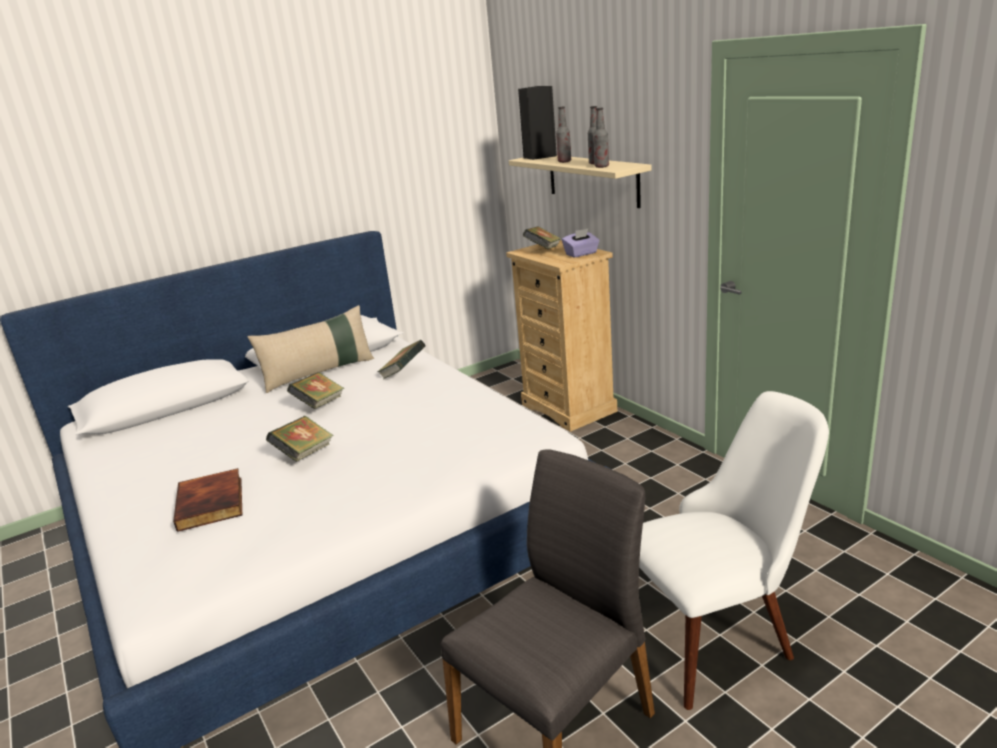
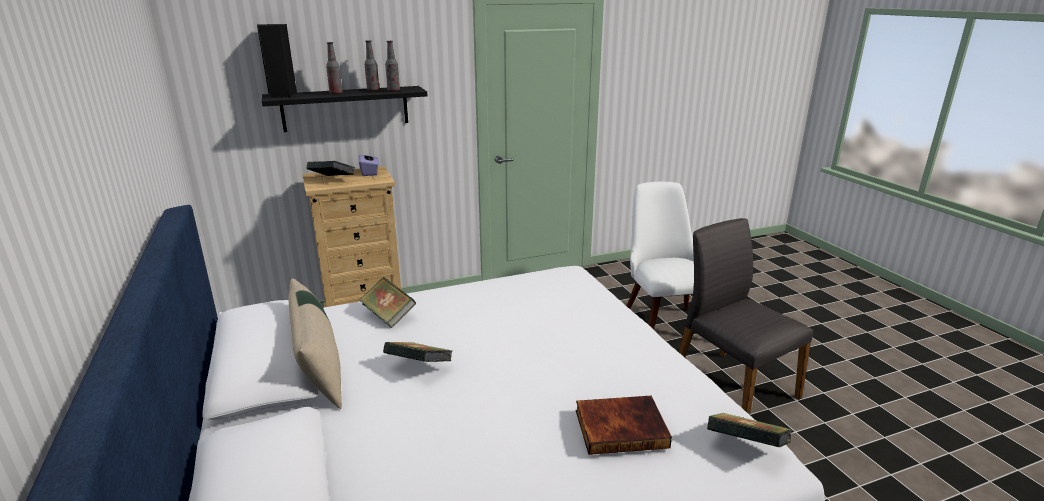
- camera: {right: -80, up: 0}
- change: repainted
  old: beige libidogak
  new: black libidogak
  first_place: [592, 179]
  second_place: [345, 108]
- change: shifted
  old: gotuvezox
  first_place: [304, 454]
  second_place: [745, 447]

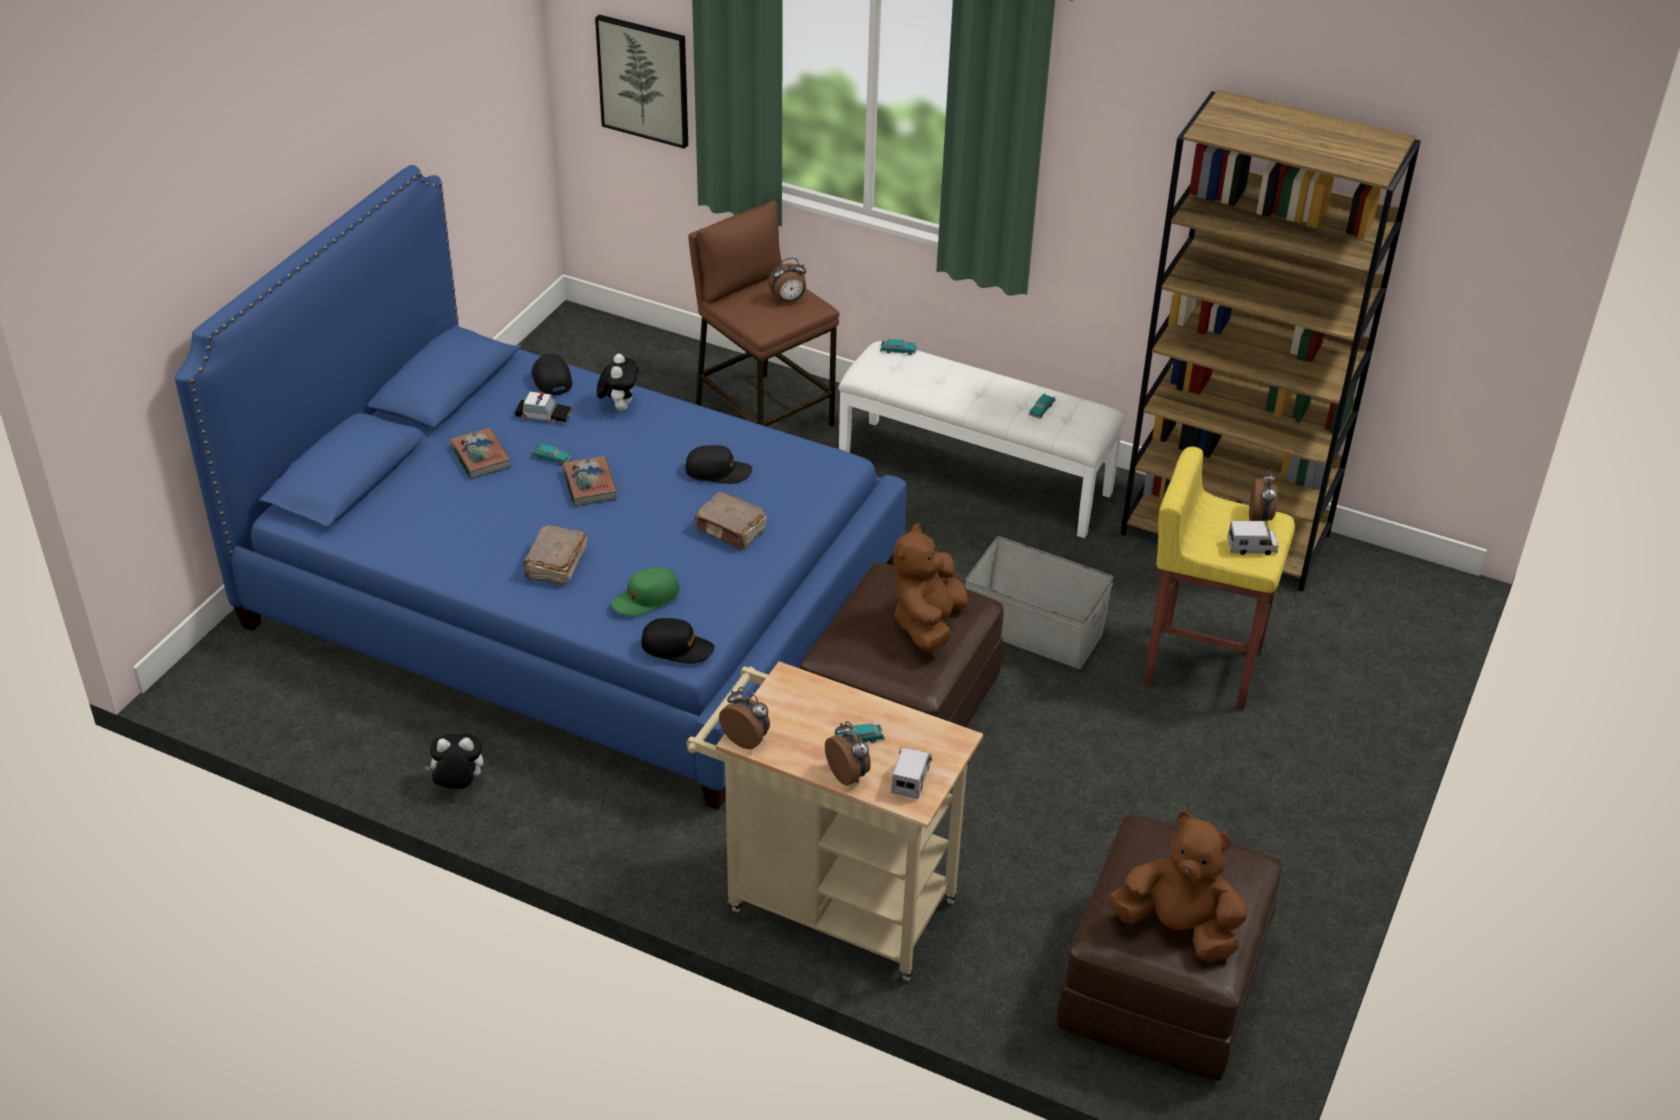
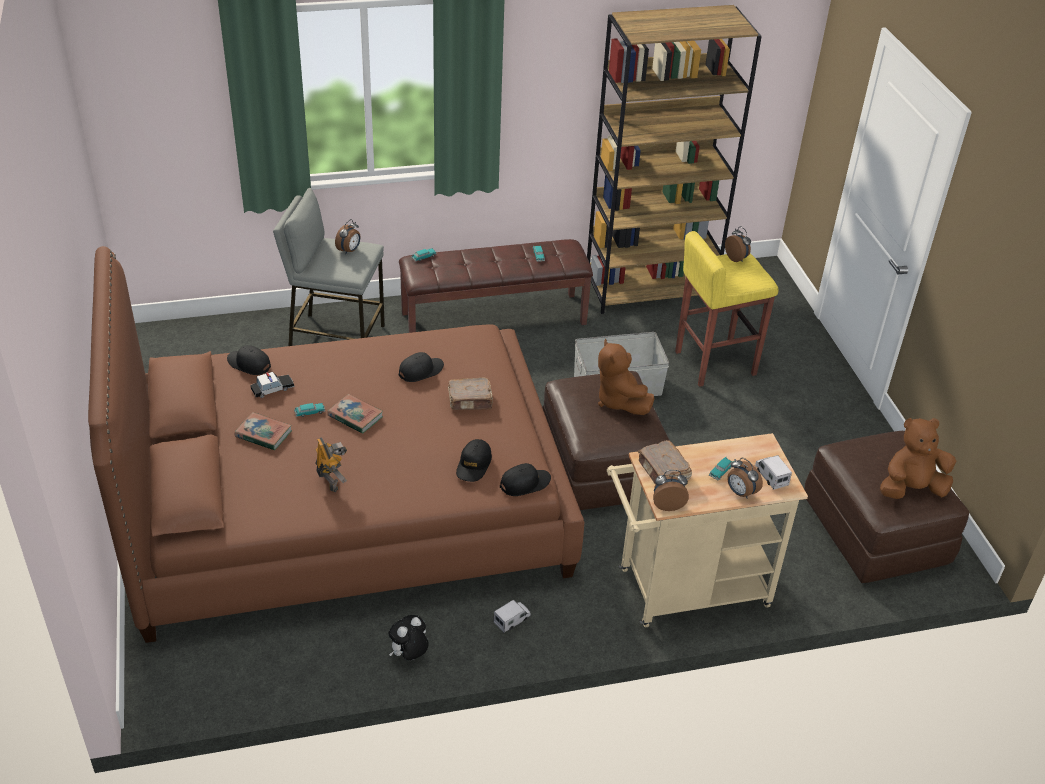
- camera: {right: -40, up: 0}
- change: gone
  old: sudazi
  first_place: [644, 80]
- change: repainted
  old: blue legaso
  new: brown legaso
  first_place: [572, 595]
  second_place: [344, 502]
- change: repainted
  old: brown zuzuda
  new: grey zuzuda
  first_place: [763, 415]
  second_place: [336, 338]
- change: repainted
  old: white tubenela
  new: brown tubenela
  first_place: [975, 476]
  second_place: [494, 317]
- change: gone
  old: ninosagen
  first_place: [619, 406]
- change: shifted
  old: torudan
  first_place: [1252, 547]
  second_place: [512, 620]
- change: shifted
  old: brown gotuvezox
  first_place: [555, 565]
  second_place: [663, 472]
- change: repainted
  old: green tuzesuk
  new: black tuzesuk
  first_place: [645, 599]
  second_place: [474, 465]
- change: rotated
  old: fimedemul
  first_place: [848, 774]
  second_place: [740, 493]
  degrees: -150
- change: new
  new: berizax
  second_place: [331, 480]

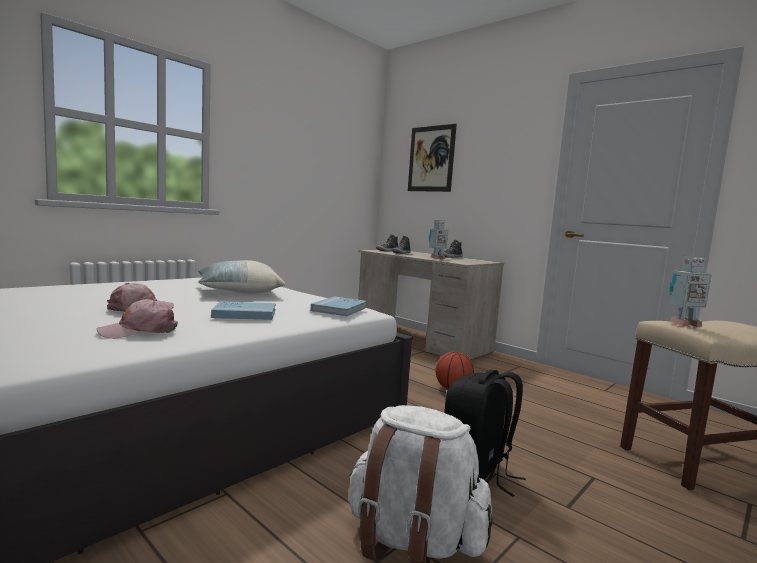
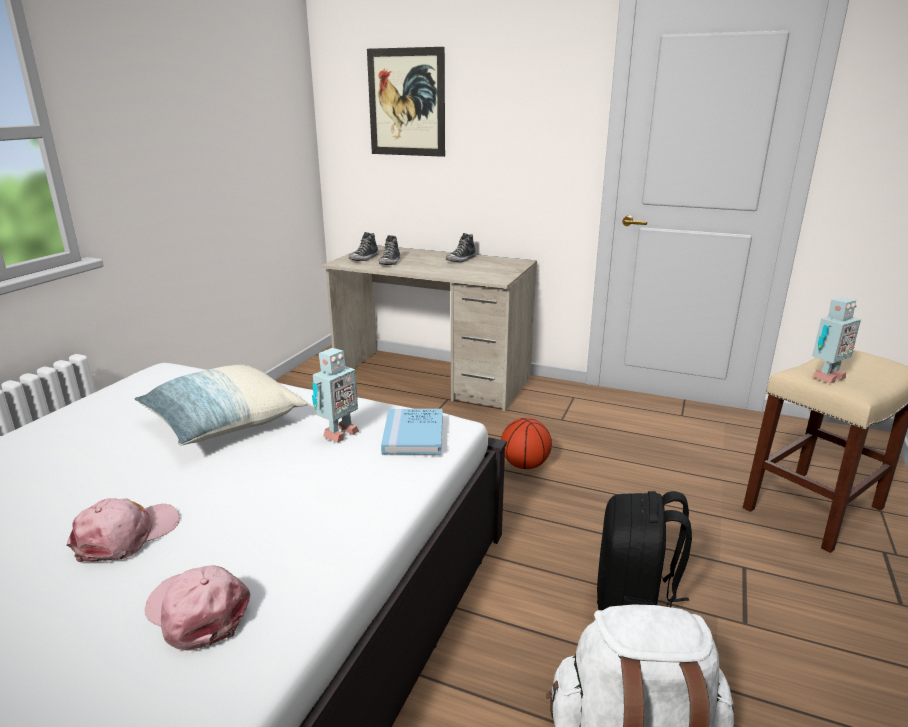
- camera: {right: -20, up: 15}
- change: shifted
  old: berizax
  first_place: [436, 258]
  second_place: [338, 434]
- change: rotated
  old: pink tuzesuk
  first_place: [139, 331]
  second_place: [197, 612]
  degrees: 90
- change: gone
  old: blue gotuvezox
  first_place: [244, 314]

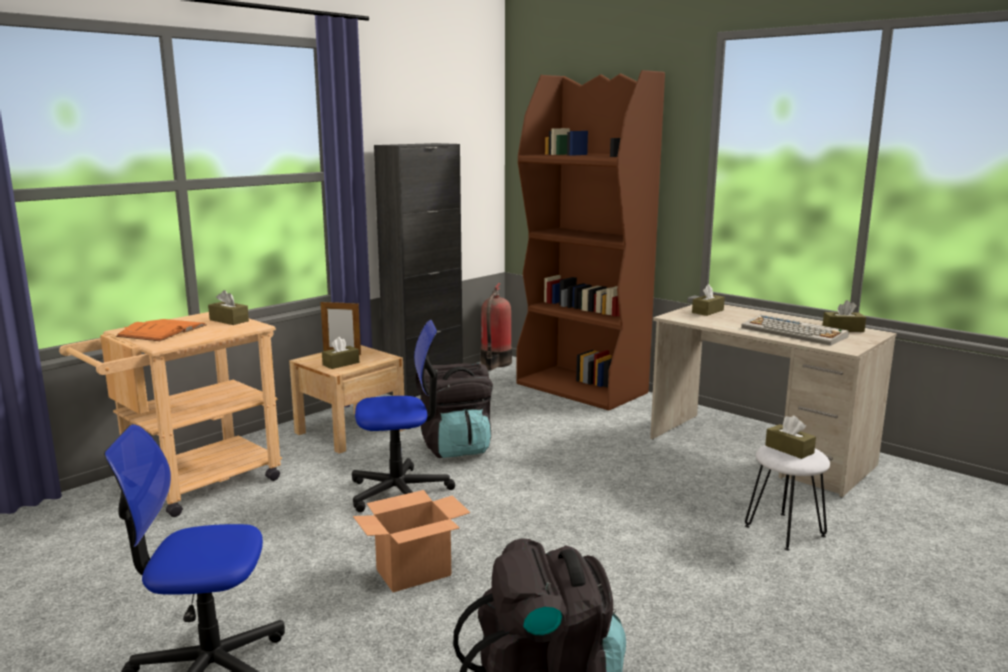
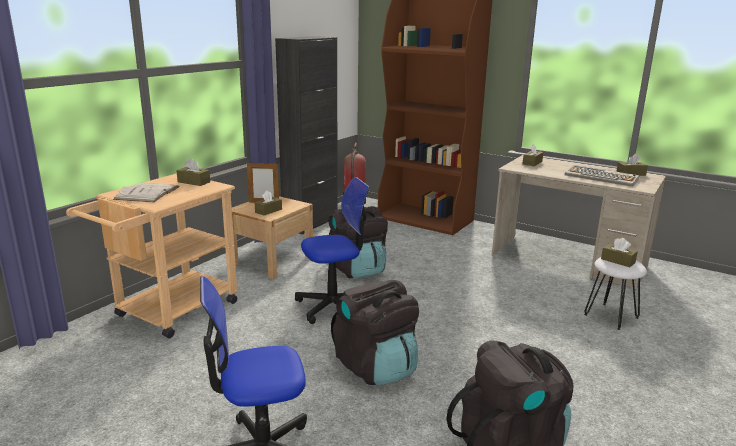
- camera: {right: -10, up: 5}
- change: repainted
  old: orange gotuvezox
  new: white gotuvezox
  first_place: [162, 331]
  second_place: [147, 193]
- change: swapped
  old: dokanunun
  new: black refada
  first_place: [414, 572]
  second_place: [375, 367]

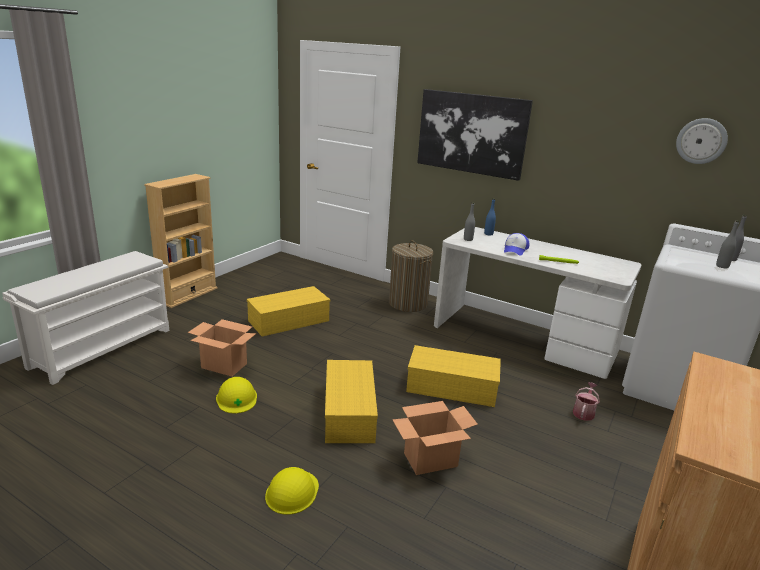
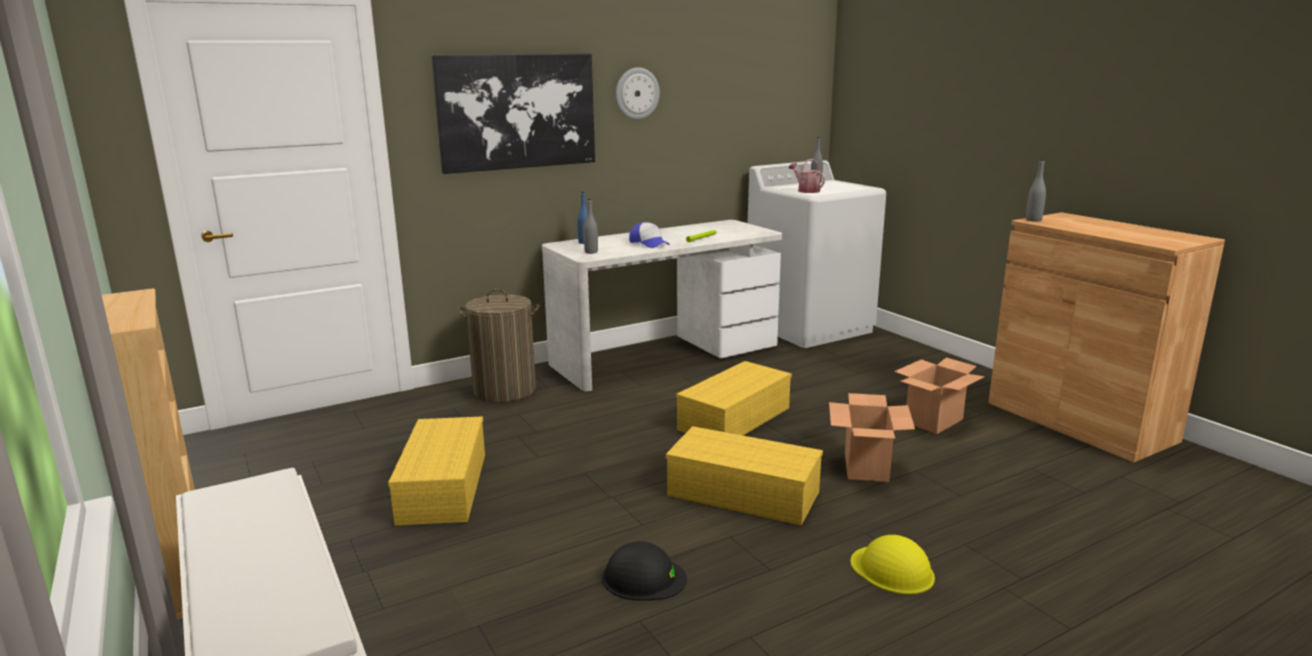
- camera: {right: -60, up: -5}
- change: shifted
  old: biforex
  first_place: [701, 141]
  second_place: [637, 93]
- change: shifted
  old: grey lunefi
  first_place: [722, 266]
  second_place: [1033, 220]
- change: shifted
  old: dokanunun
  first_place: [223, 366]
  second_place: [933, 421]
- change: repainted
  old: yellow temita
  new: black temita
  first_place: [236, 398]
  second_place: [643, 578]
- change: shifted
  old: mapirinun
  first_place: [584, 412]
  second_place: [806, 190]

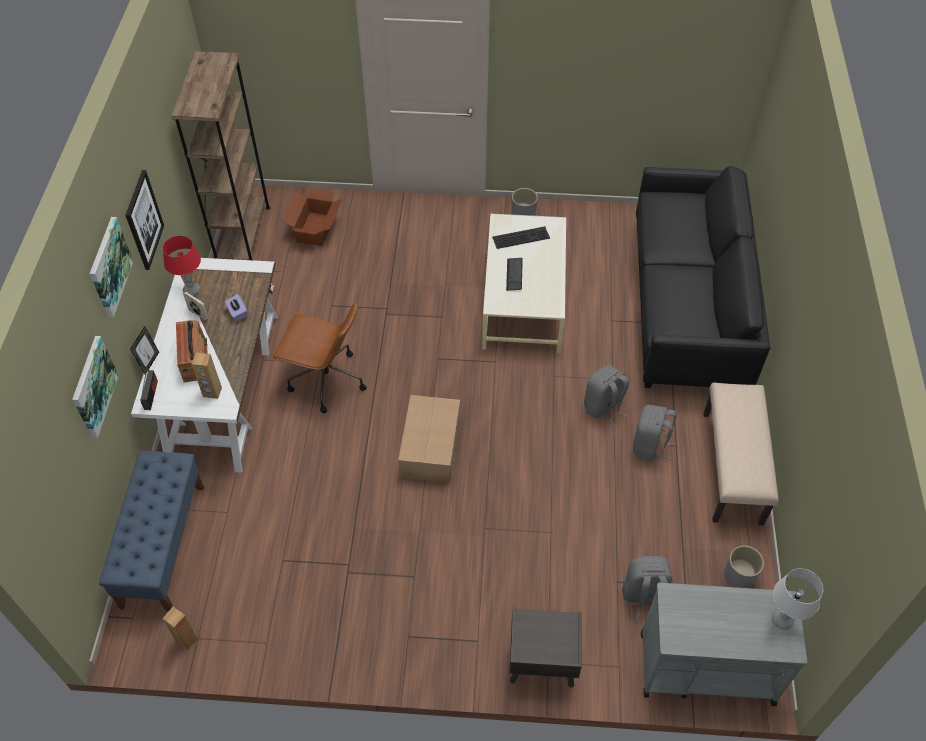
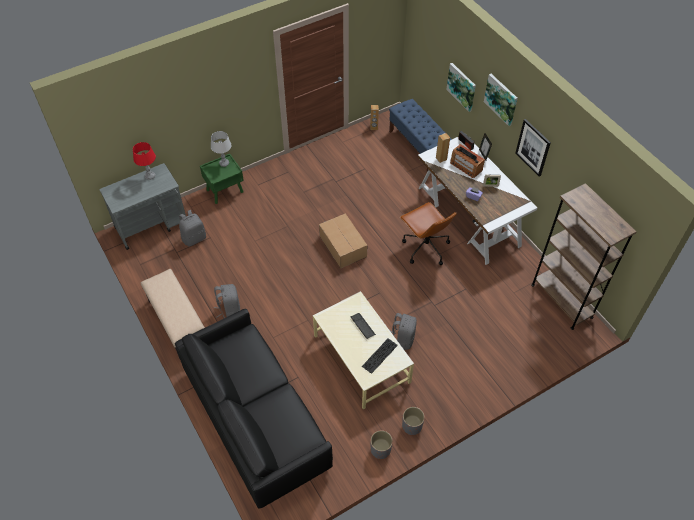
- camera: {right: 145, up: 0}
- change: gone
  old: dokanunun
  first_place: [316, 229]
- change: shifted
  old: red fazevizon
  first_place: [191, 290]
  second_place: [150, 176]
- change: rotated
  old: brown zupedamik
  first_place: [325, 380]
  second_place: [425, 248]
  degrees: -105
- change: shifted
  old: grey refada
  first_place: [603, 407]
  second_place: [402, 339]
- change: shifted
  old: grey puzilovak
  first_place: [739, 576]
  second_place: [380, 449]
- change: shifted
  old: grey fazevizon
  first_place: [782, 619]
  second_place: [224, 163]
- change: repainted
  old: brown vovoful
  new: green vovoful
  first_place: [541, 663]
  second_place: [225, 191]

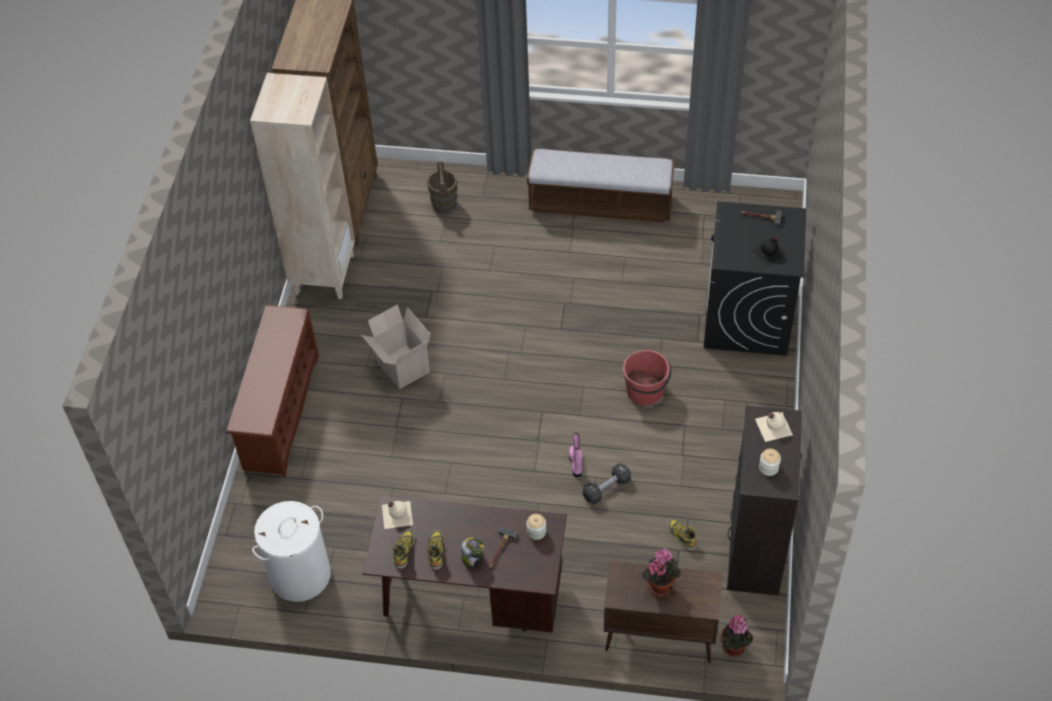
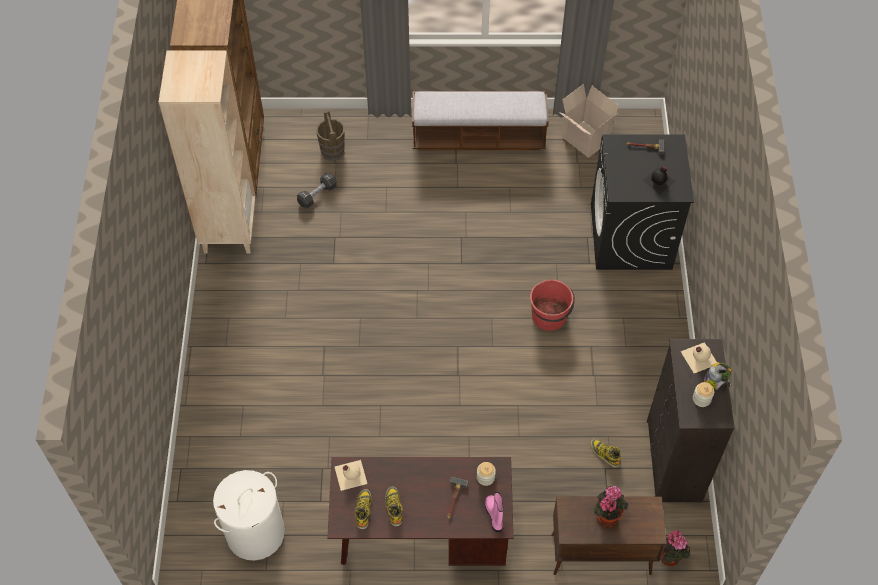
- camera: {right: -10, up: 5}
- change: shifted
  old: dokanunun
  first_place: [401, 367]
  second_place: [584, 139]
- change: gone
  old: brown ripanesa
  first_place: [280, 412]
- change: shifted
  old: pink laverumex
  first_place: [576, 463]
  second_place: [494, 516]
- change: shifted
  old: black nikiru
  first_place: [606, 488]
  second_place: [317, 195]
- change: shifted
  old: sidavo
  first_place: [473, 558]
  second_place: [715, 381]

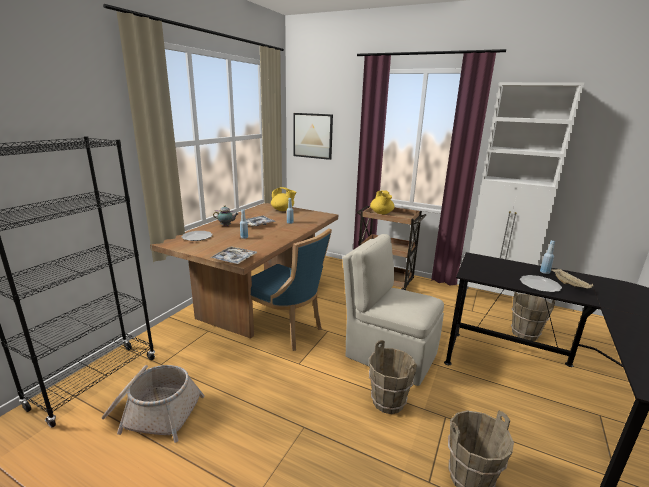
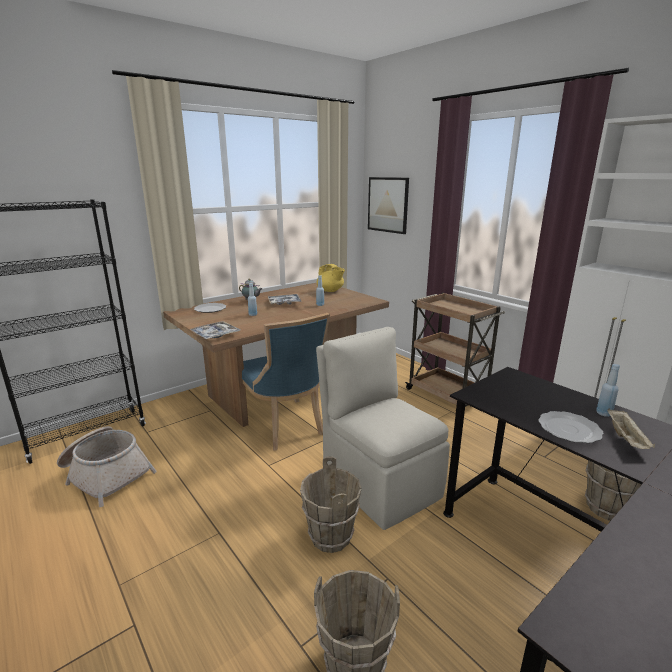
- camera: {right: 25, up: 0}
- change: gone
  old: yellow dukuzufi
  first_place: [381, 213]

